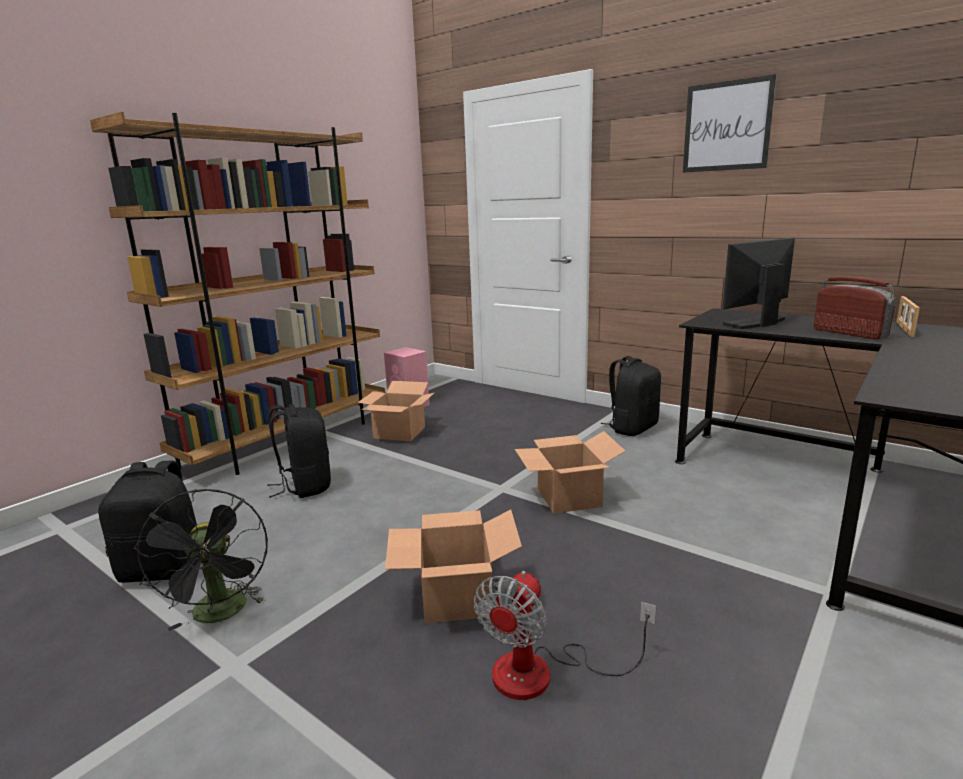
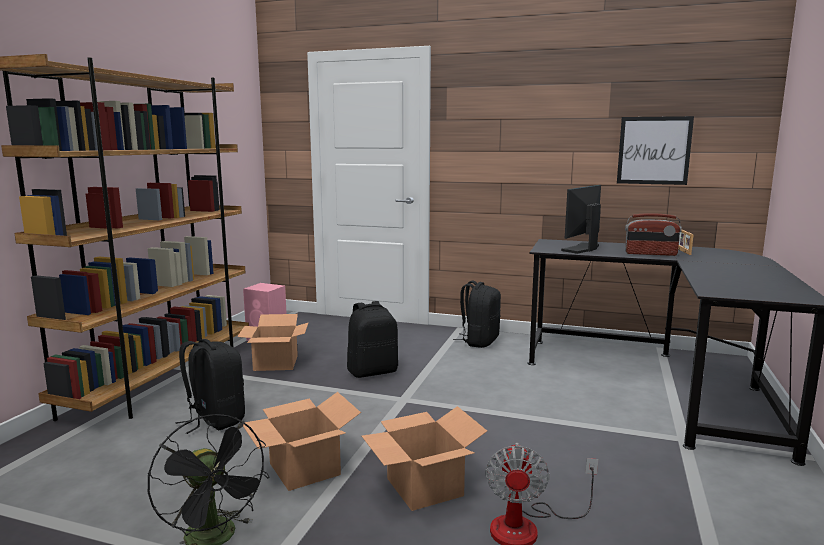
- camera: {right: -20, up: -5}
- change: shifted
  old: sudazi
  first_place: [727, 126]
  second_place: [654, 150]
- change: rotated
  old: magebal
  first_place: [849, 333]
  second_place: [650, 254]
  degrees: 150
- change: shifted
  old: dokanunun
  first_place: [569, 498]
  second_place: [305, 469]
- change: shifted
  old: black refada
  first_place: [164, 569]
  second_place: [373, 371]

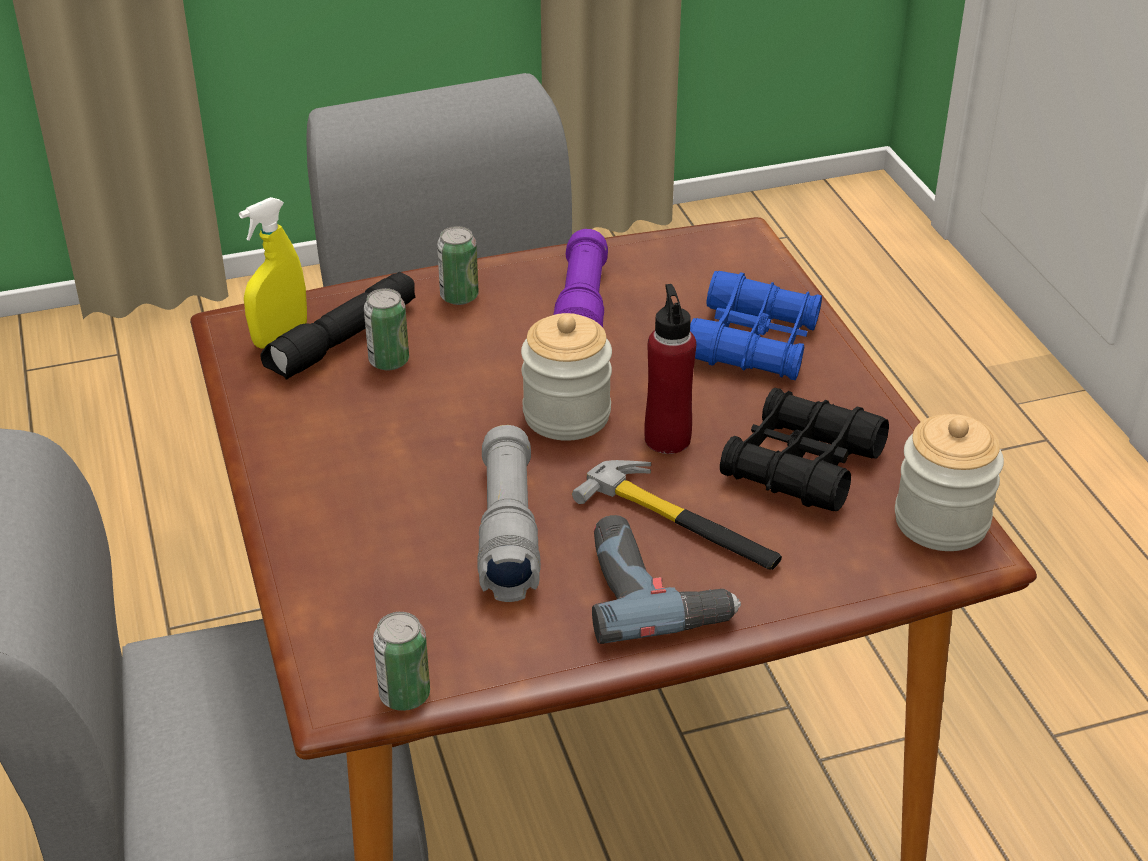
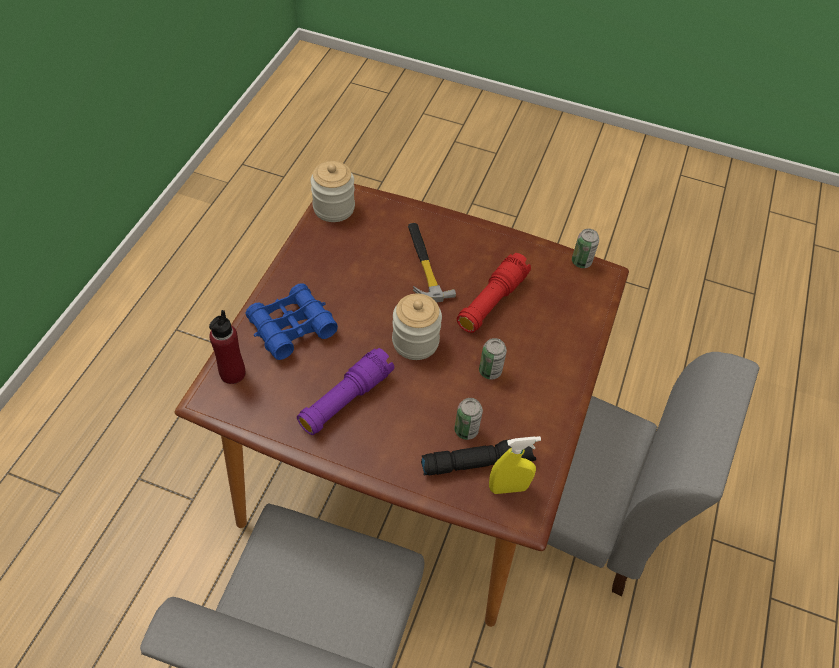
- camera: {right: -145, up: 15}
- change: shifted
  old: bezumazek
  first_place: [459, 296]
  second_place: [490, 371]
- change: shifted
  old: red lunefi
  first_place: [667, 439]
  second_place: [232, 373]
- change: gone
  old: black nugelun
  first_place: [801, 465]
- change: repainted
  old: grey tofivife
  new: red tofivife
  first_place: [508, 530]
  second_place: [491, 301]
- change: gone
  old: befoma
  first_place: [654, 589]

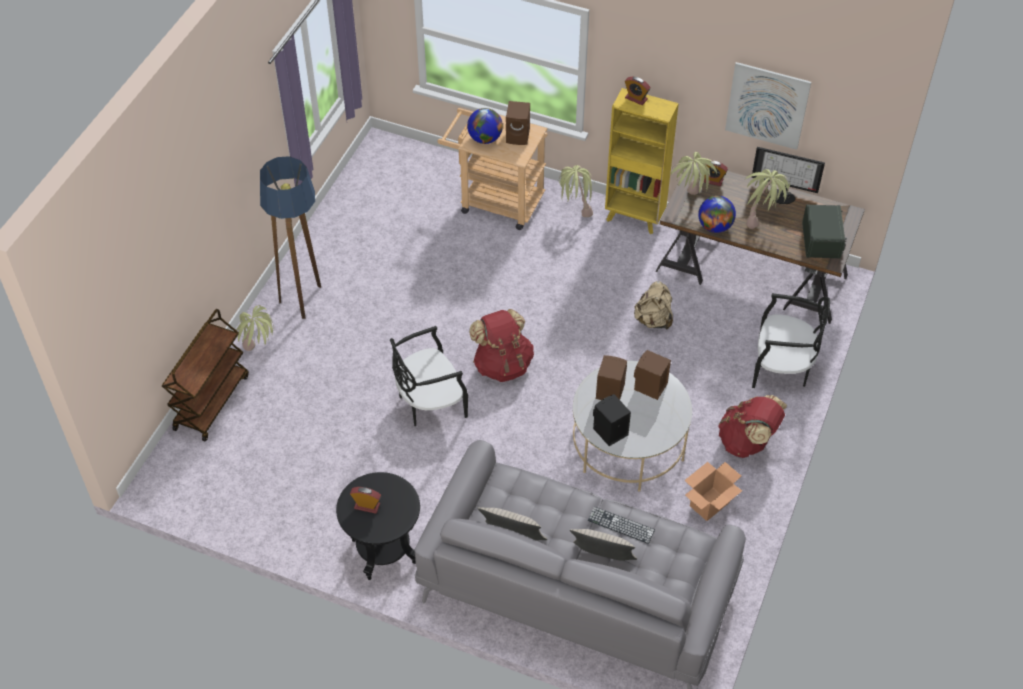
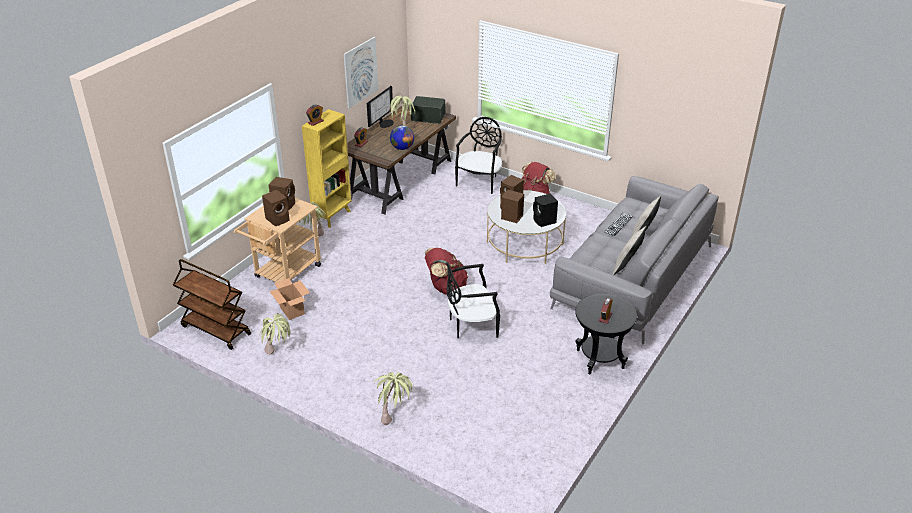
- camera: {right: -80, up: -15}
- change: swapped
  old: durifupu
  new: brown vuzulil
  first_place: [485, 138]
  second_place: [278, 219]
- change: shifted
  old: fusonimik
  first_place: [689, 201]
  second_place: [279, 356]
- change: gone
  old: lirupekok
  first_place: [304, 299]
- change: gone
  old: beige refada
  first_place: [653, 320]
- change: shifted
  old: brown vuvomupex
  first_place: [211, 402]
  second_place: [215, 330]
- change: rotated
  old: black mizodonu
  first_place: [429, 403]
  second_place: [471, 325]
  degrees: 90
- change: shifted
  old: dokanunun
  first_place: [709, 504]
  second_place: [292, 310]

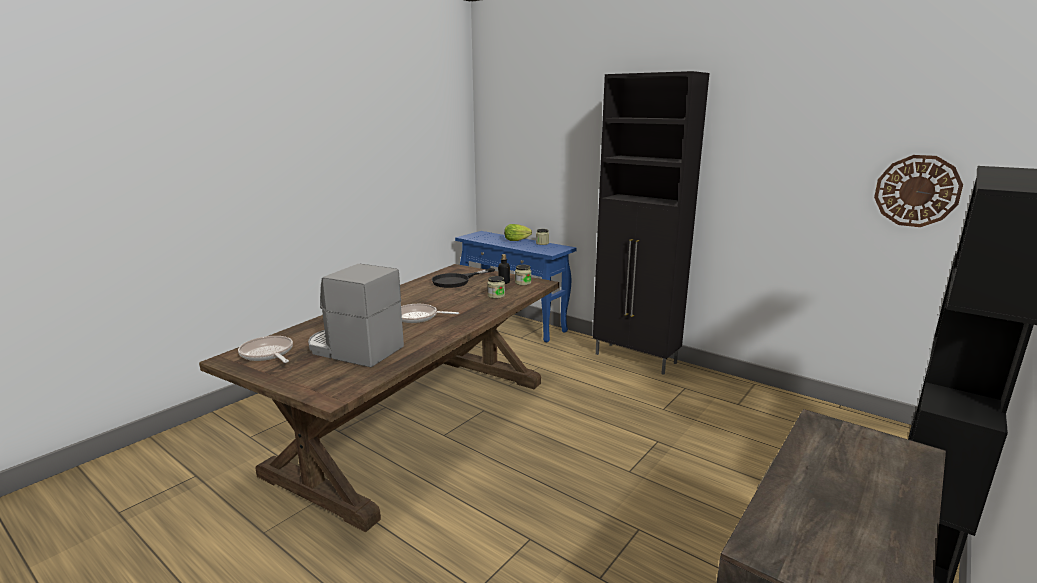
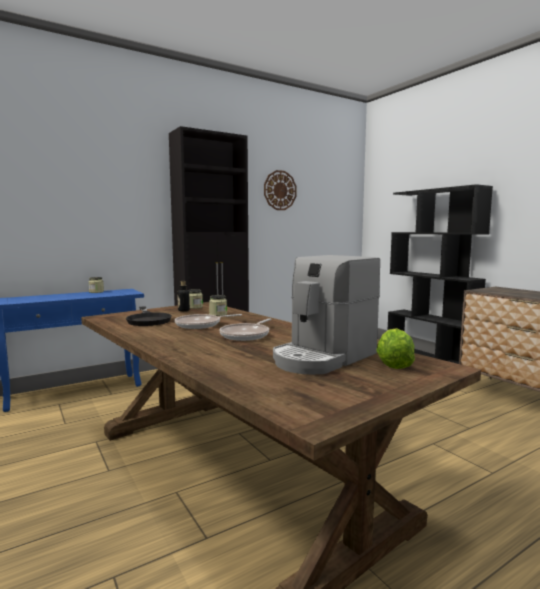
- camera: {right: -70, up: -10}
- change: shifted
  old: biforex
  first_place: [917, 191]
  second_place: [280, 190]
- change: shifted
  old: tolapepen
  first_place: [516, 240]
  second_place: [393, 364]
- change: shifted
  old: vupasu
  first_place: [268, 354]
  second_place: [201, 325]

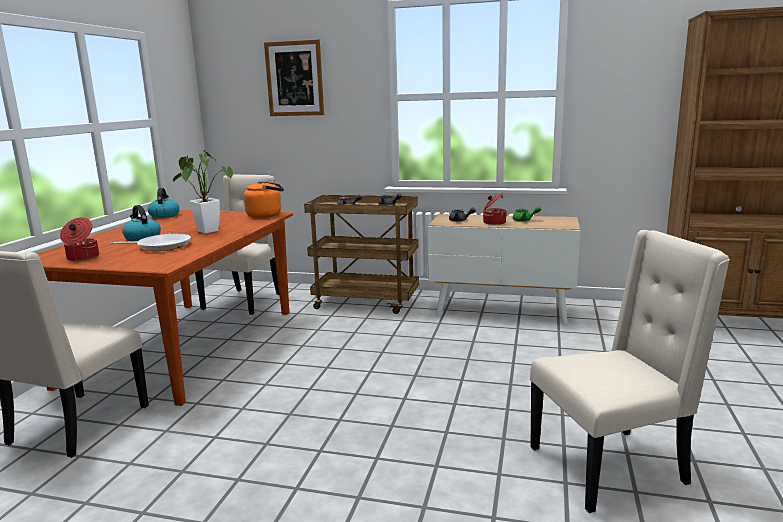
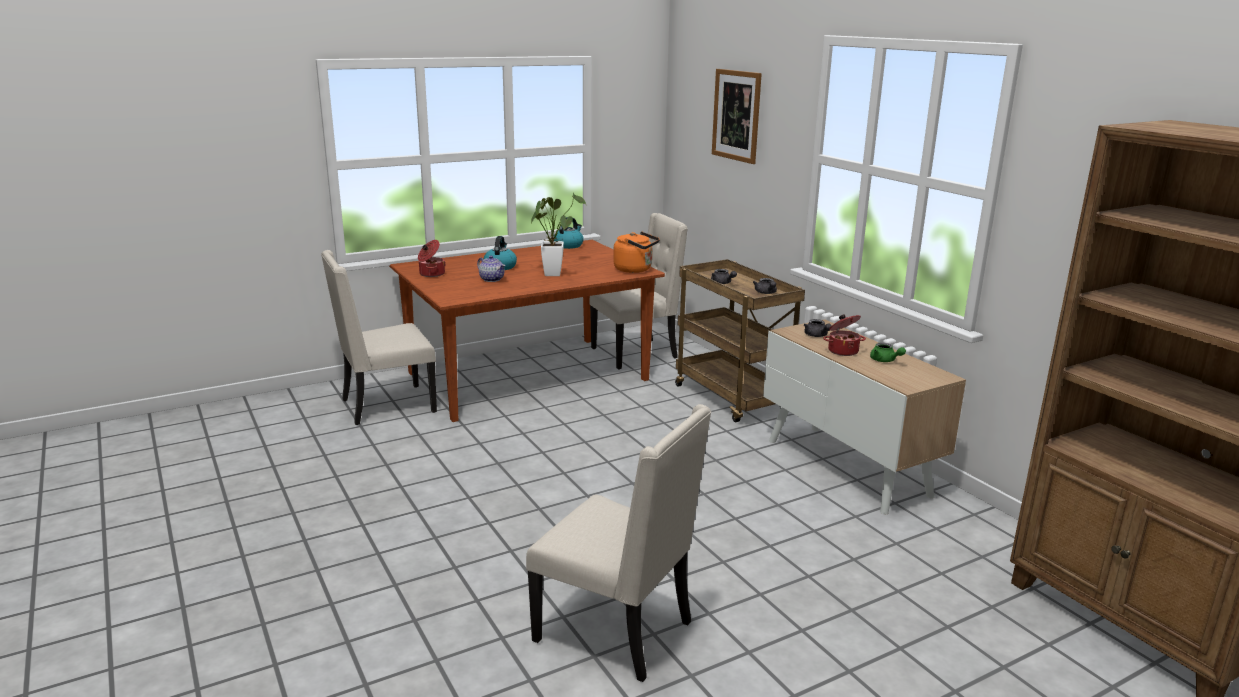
- camera: {right: 45, up: 5}
- change: swapped
  old: vupasu
  new: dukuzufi
  first_place: [161, 246]
  second_place: [492, 279]

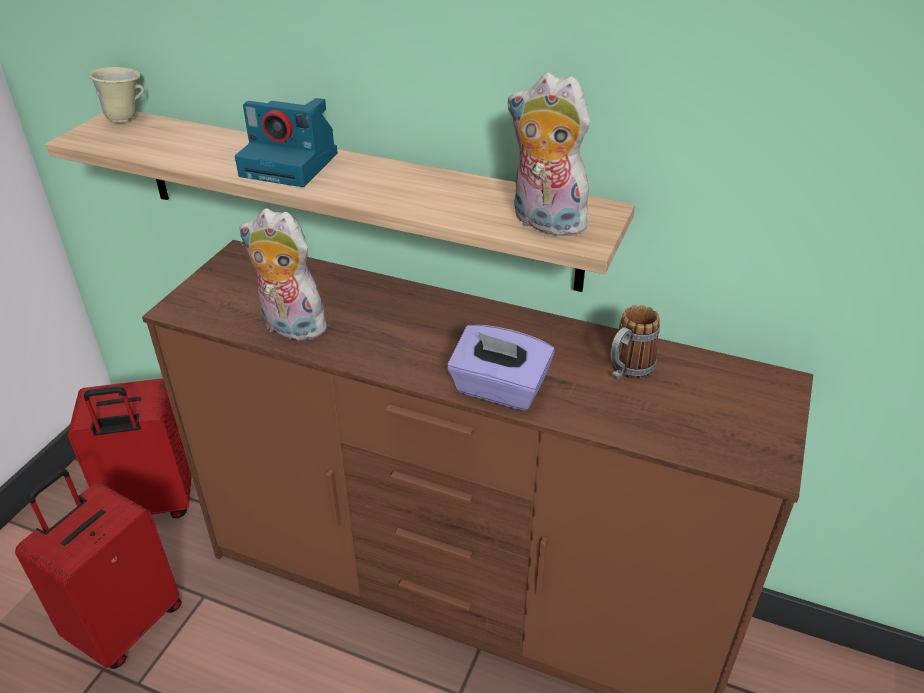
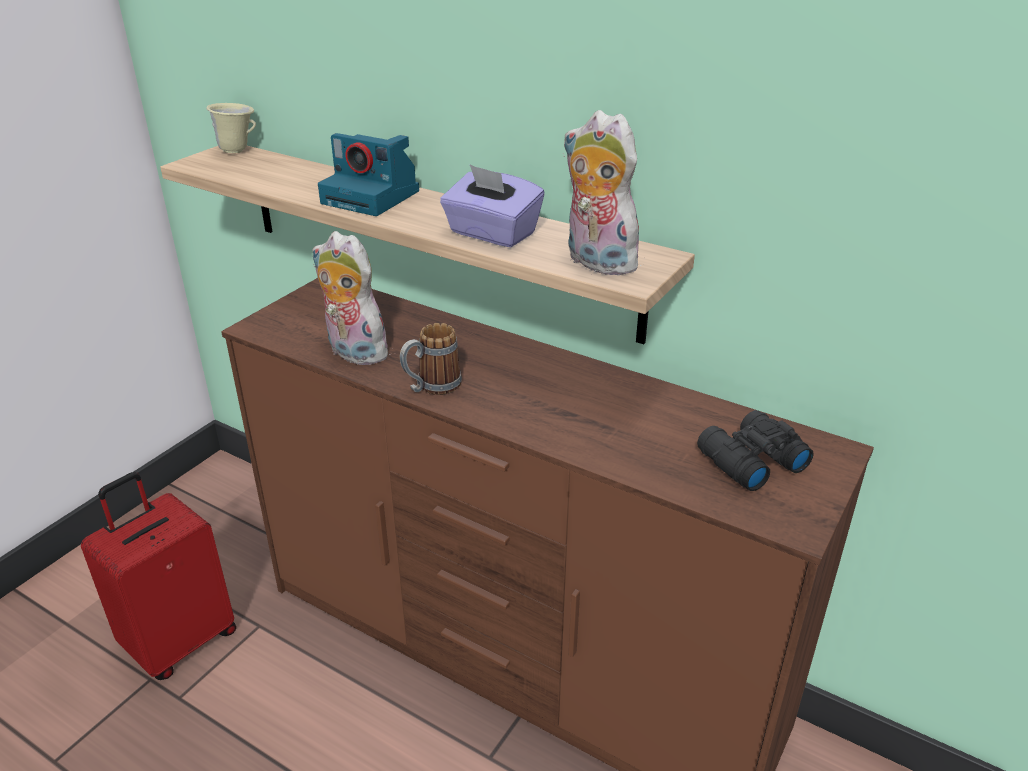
- camera: {right: 10, up: -5}
- change: shifted
  old: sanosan
  first_place: [627, 371]
  second_place: [431, 387]
- change: shifted
  old: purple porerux
  first_place: [499, 389]
  second_place: [491, 234]
- change: gone
  old: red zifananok
  first_place: [151, 505]
- change: new
  new: black nugelun
  second_place: [748, 461]

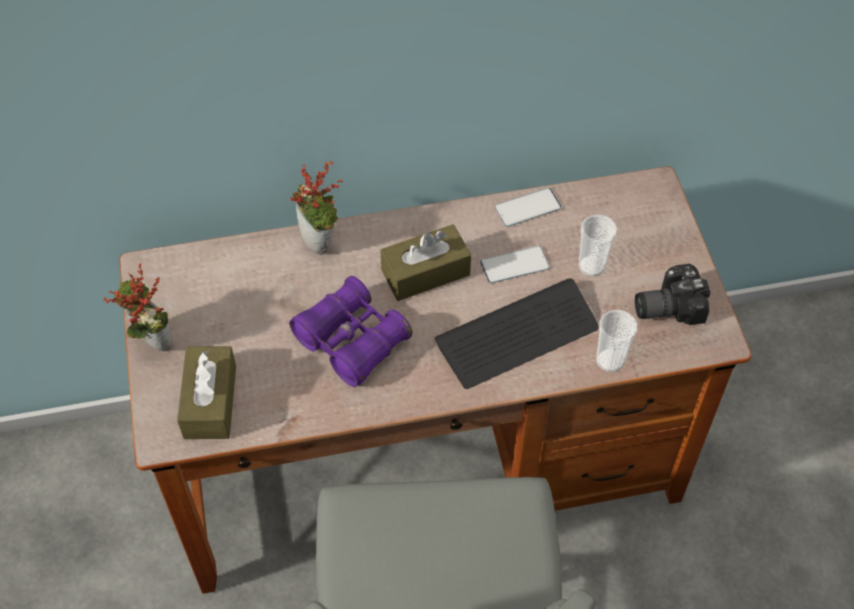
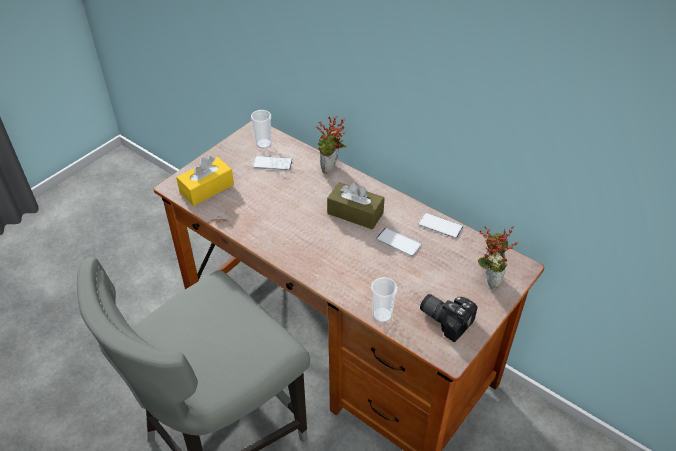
- camera: {right: 50, up: -10}
- change: shifted
  old: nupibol
  first_place: [591, 266]
  second_place: [263, 144]
- change: shifted
  old: fusonimik
  first_place: [150, 342]
  second_place: [489, 279]
- change: gone
  old: purple nugelun
  first_place: [352, 341]
- change: gone
  old: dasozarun
  first_place: [517, 335]
- change: repainted
  old: brown porerux
  new: yellow porerux
  first_place: [210, 401]
  second_place: [207, 188]
- change: new
  new: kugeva
  second_place: [272, 163]

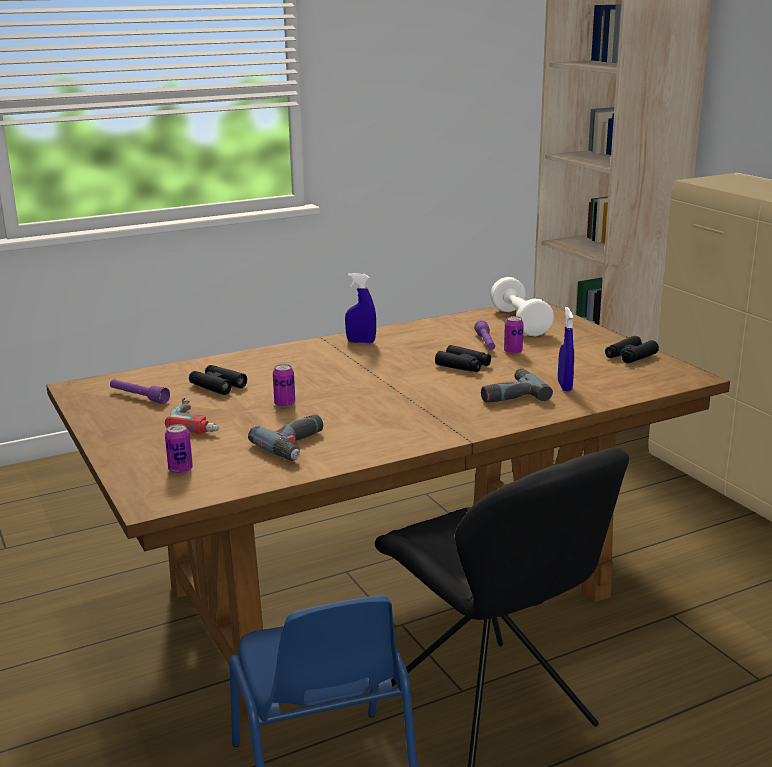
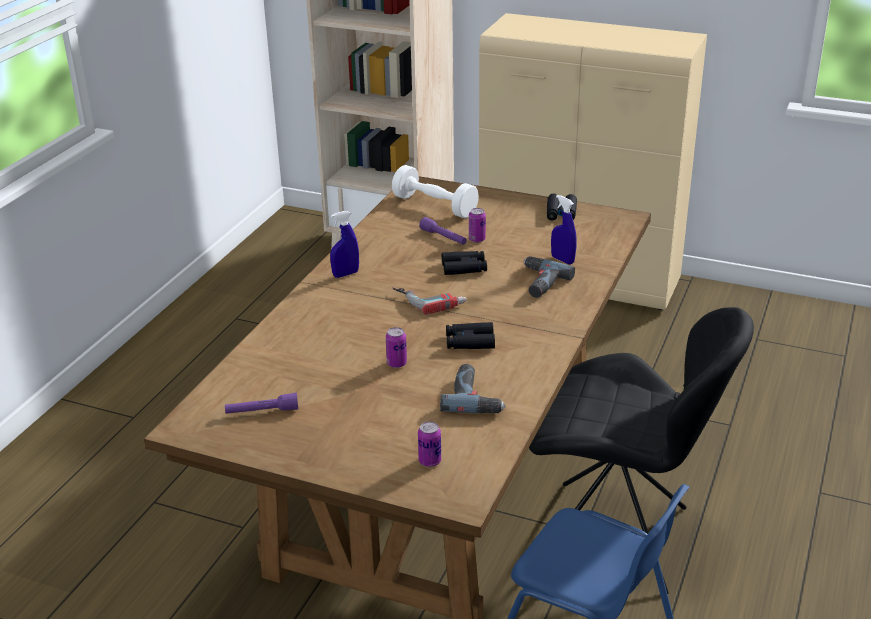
- camera: {right: -40, up: 10}
- change: shifted
  old: black nugelun
  first_place: [217, 386]
  second_place: [470, 342]
- change: shifted
  old: befoma
  first_place: [199, 420]
  second_place: [430, 299]

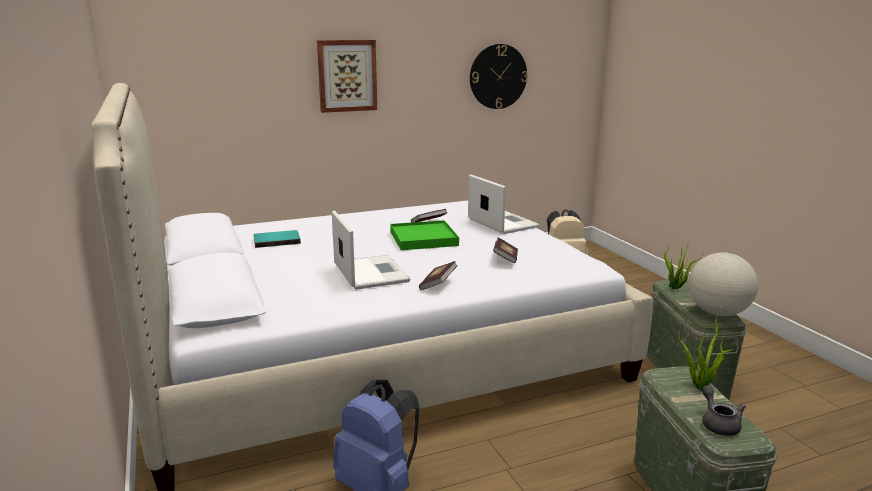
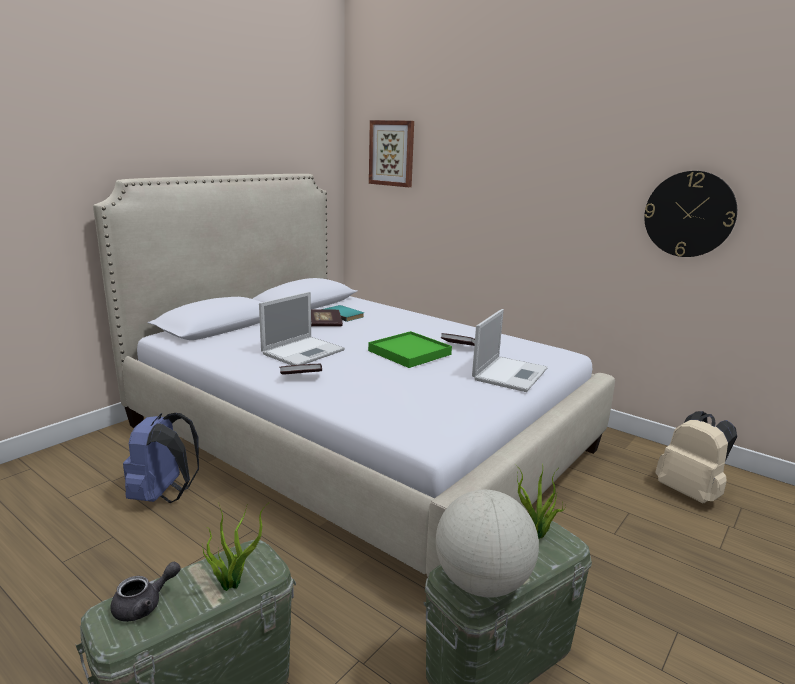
- camera: {right: 60, up: 0}
- change: shifted
  old: sudazi
  first_place: [347, 75]
  second_place: [392, 153]
- change: shifted
  old: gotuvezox
  first_place: [505, 258]
  second_place: [325, 325]

